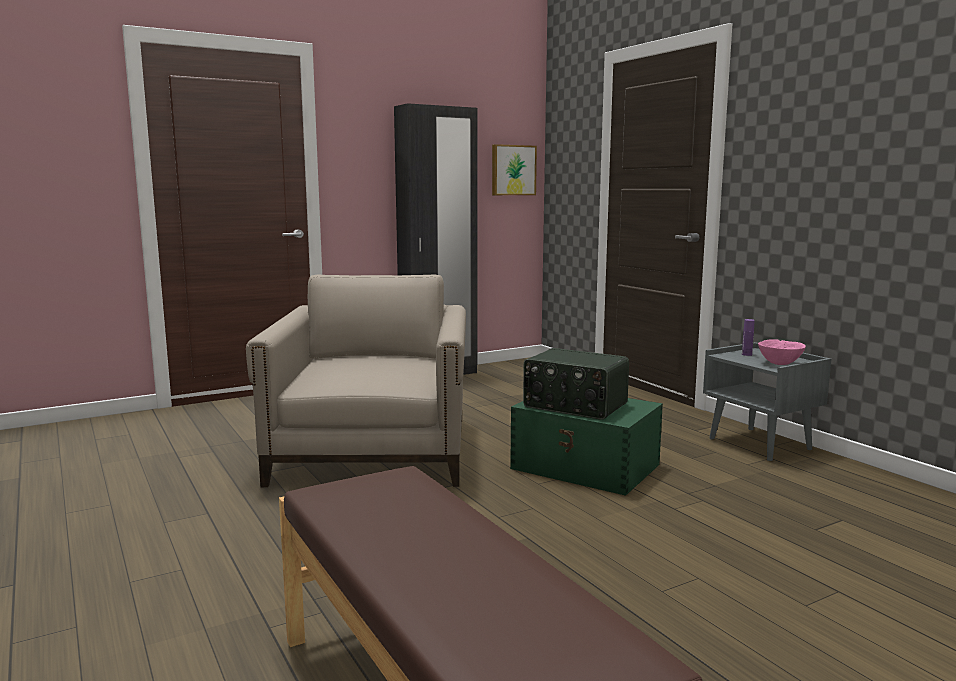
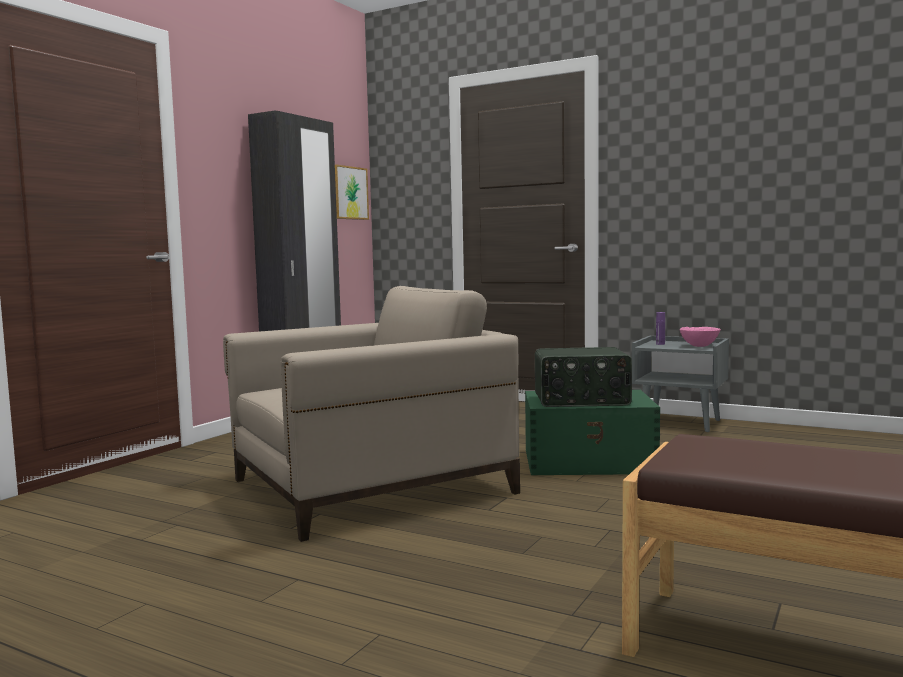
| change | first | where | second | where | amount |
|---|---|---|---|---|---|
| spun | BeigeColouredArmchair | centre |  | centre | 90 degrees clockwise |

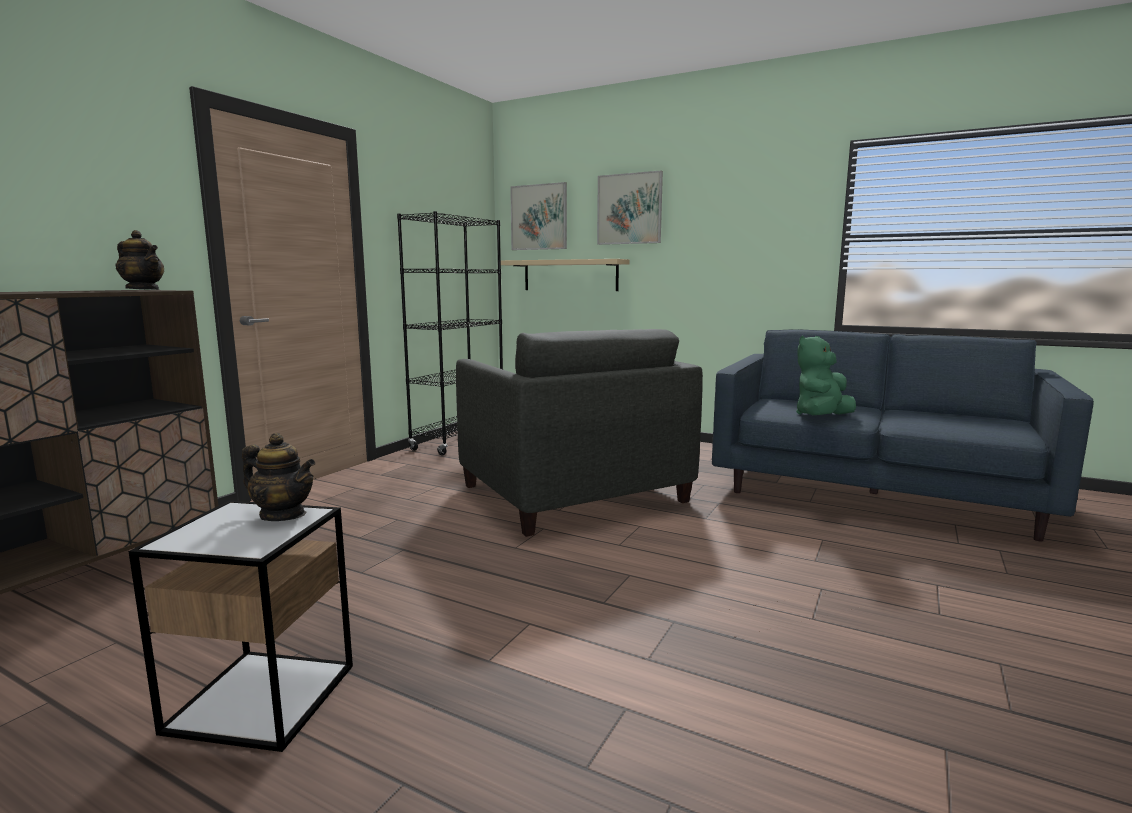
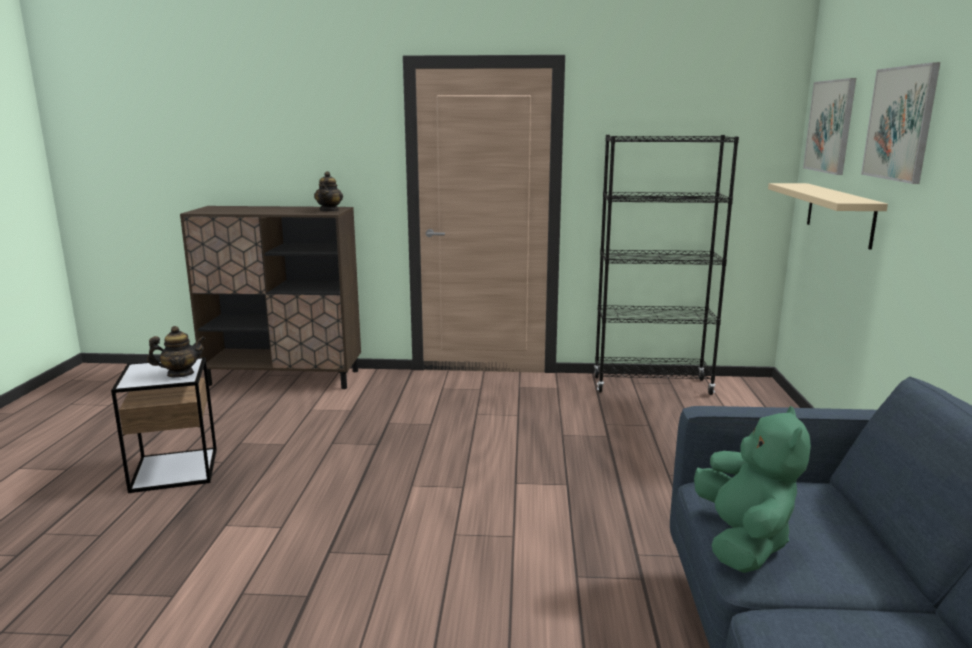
| change | first | where | second | where | amount |
|---|---|---|---|---|---|
| missing | GreyArmchair | centre |  |  |  |
| spun | TeaPot (no. 2 from left in the first image) | middle left | TeaPot (no. 1 from left) | middle left | 105 degrees counterclockwise |
| spun | GreenColouredSoftToy | middle right |  | bottom right | 75 degrees clockwise |

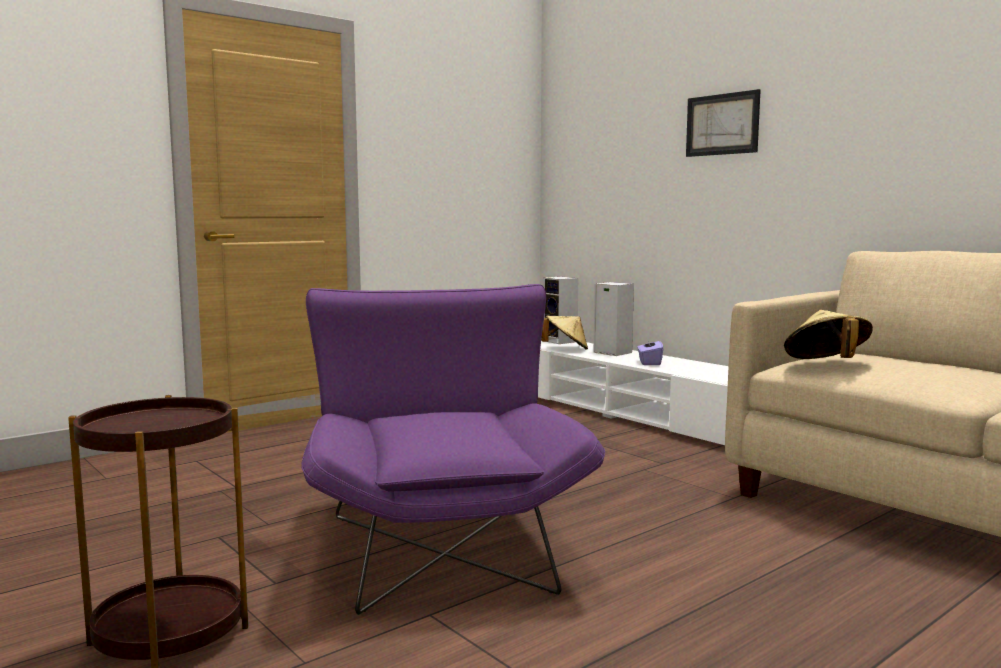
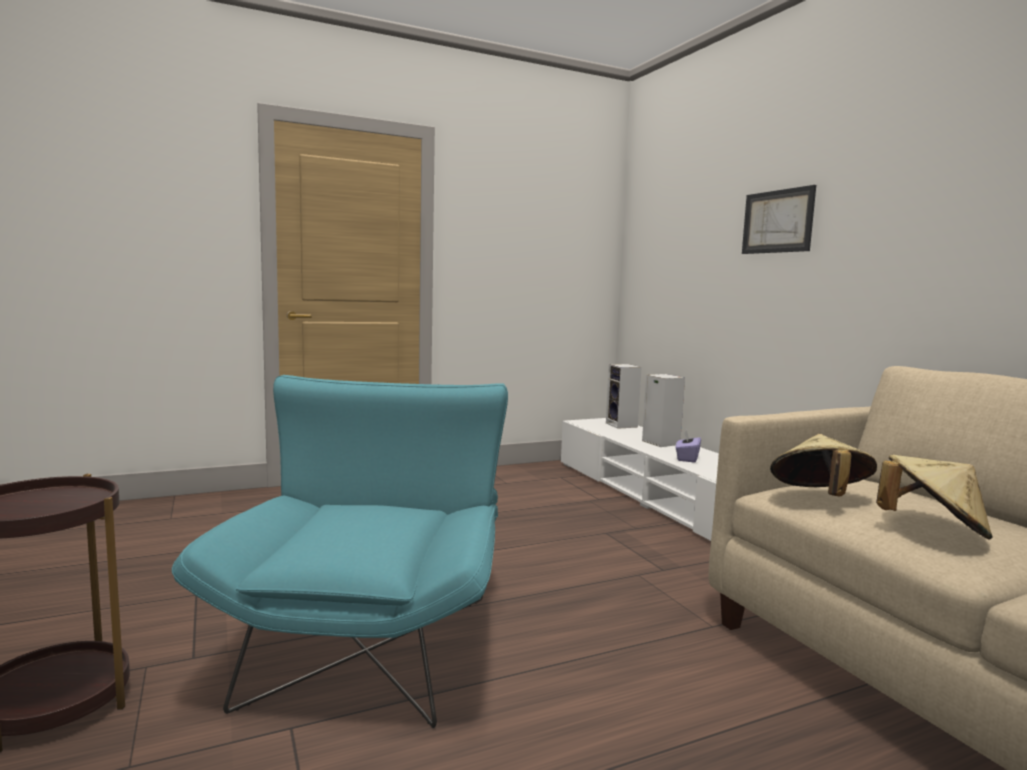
| change | first | where | second | where | amount |
|---|---|---|---|---|---|
| relocated | BeigeColouredWearableHat (no. 1 from left in the first image) | centre | BeigeColouredWearableHat (no. 2 from left) | middle right |  |
| colour | PurpleArmchair | bottom centre | TurquoiseArmchair | bottom left |  |

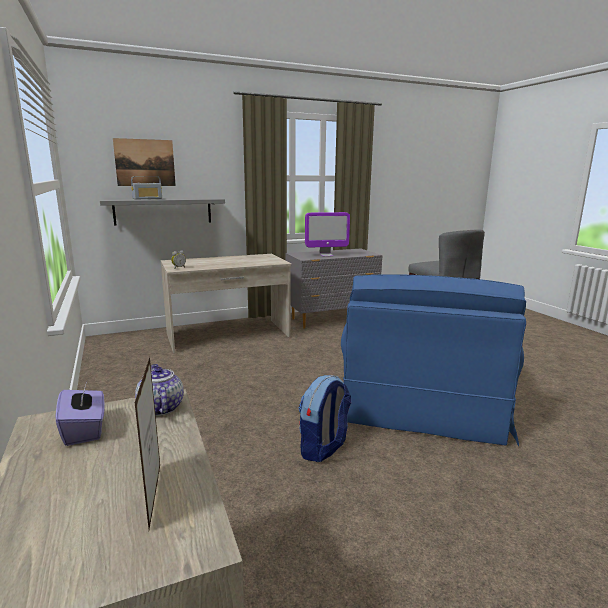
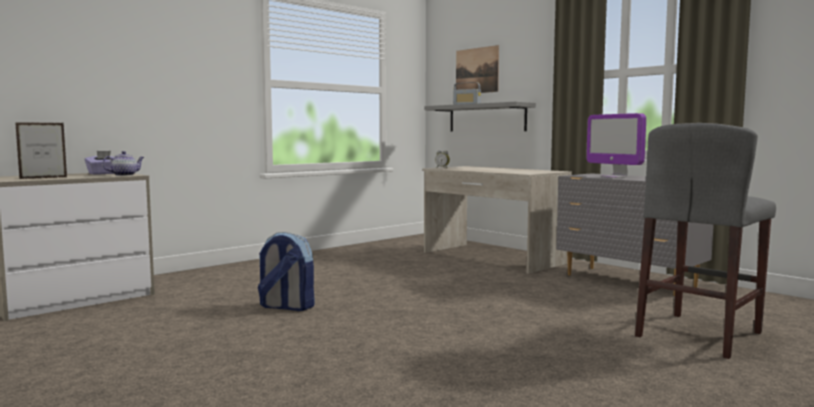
| change | first | where | second | where | amount |
|---|---|---|---|---|---|
| missing | BlueColouredArmchair | middle right |  |  |  |

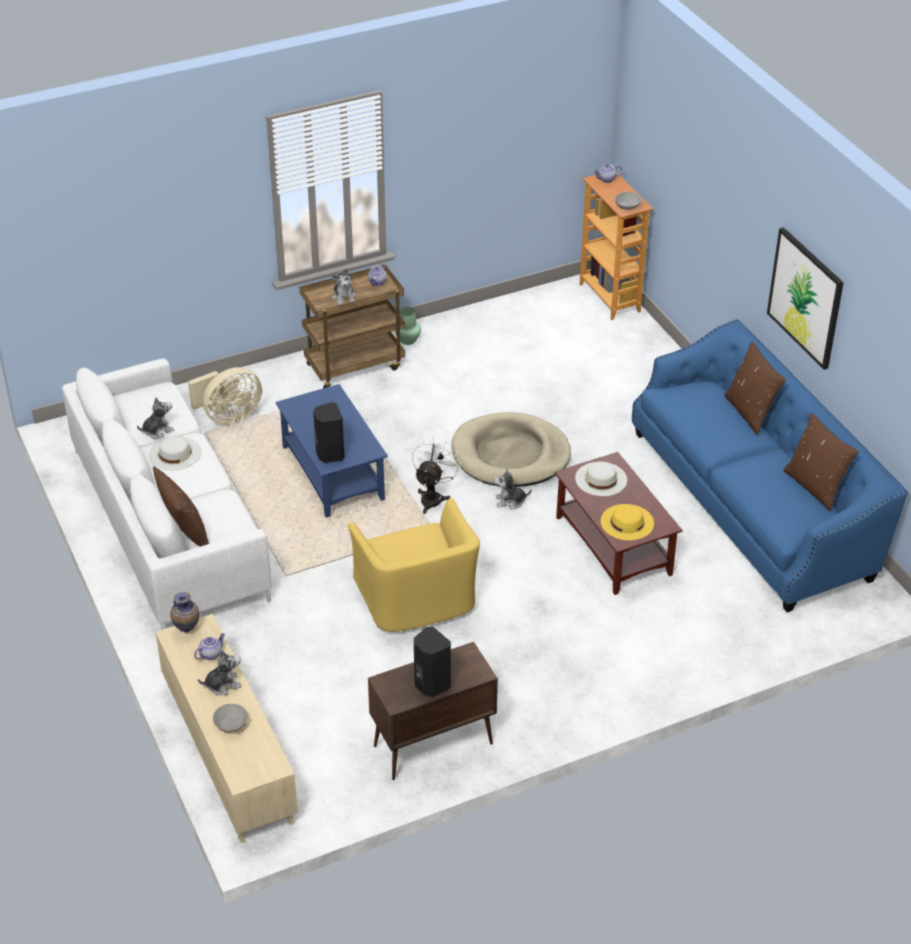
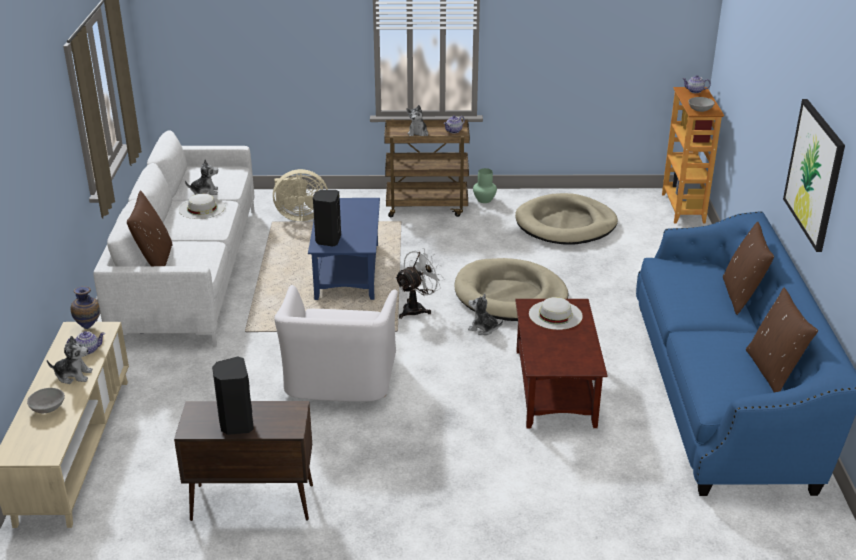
| change | first | where | second | where | amount |
|---|---|---|---|---|---|
| missing | YellowishWearableHat | middle right |  |  |  |
| appeared |  |  | BeigeColouredDogBed (no. 2 from left) | centre |  |
| colour | YellowishArmchair | centre | WhitishArmchair | centre |  |

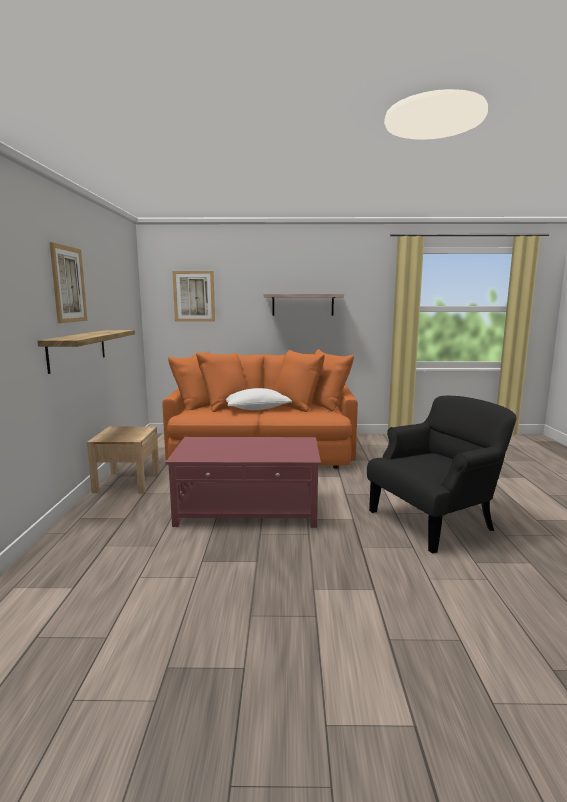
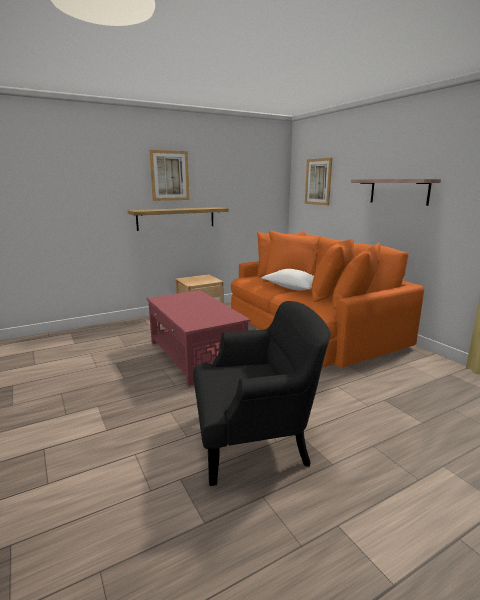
| change | first | where | second | where | amount |
|---|---|---|---|---|---|
| spun | BlackArmchair | middle right |  | centre | 45 degrees counterclockwise |

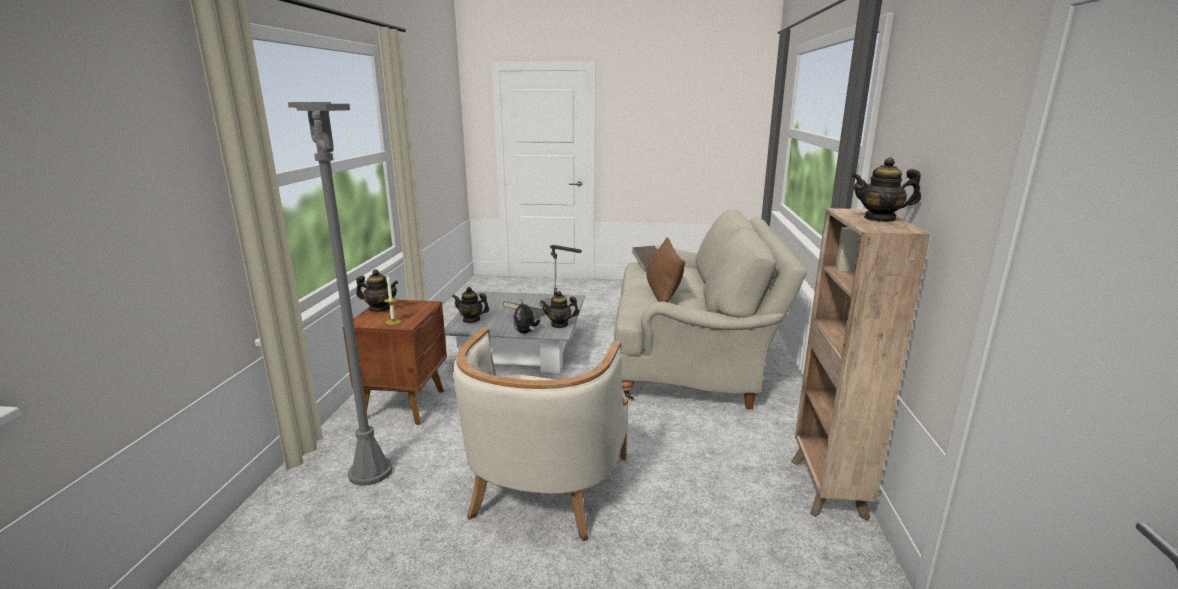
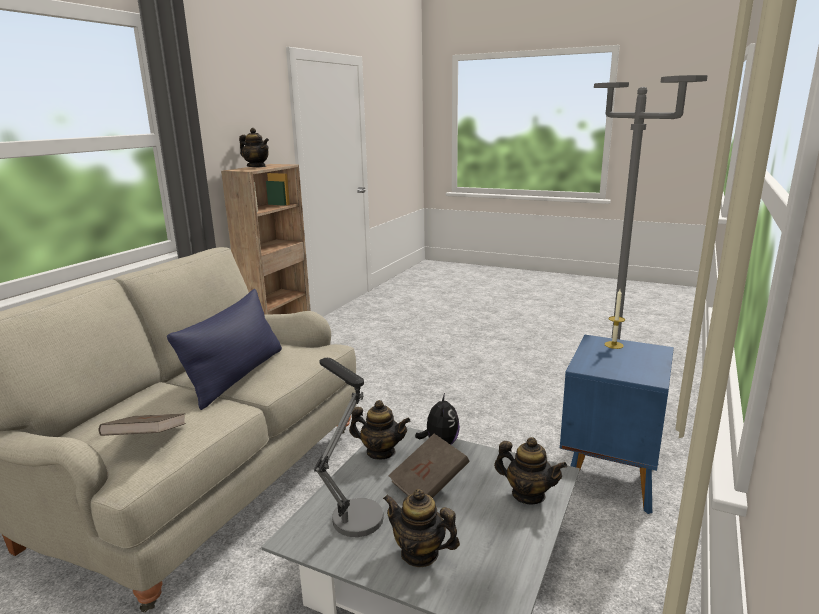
| change | first | where | second | where | amount |
|---|---|---|---|---|---|
| missing | BeigeColouredArmchair | bottom centre |  |  |  |
| relocated | TeaPot (no. 1 from left in the first image) | middle left | TeaPot (no. 3 from left) | bottom centre |  |
| colour | BrownColouredNightTable | centre | BlueColouredNightTable | bottom right |  |
| colour | BrownColouredPillow | centre | BlueColouredPillow | middle left |  |

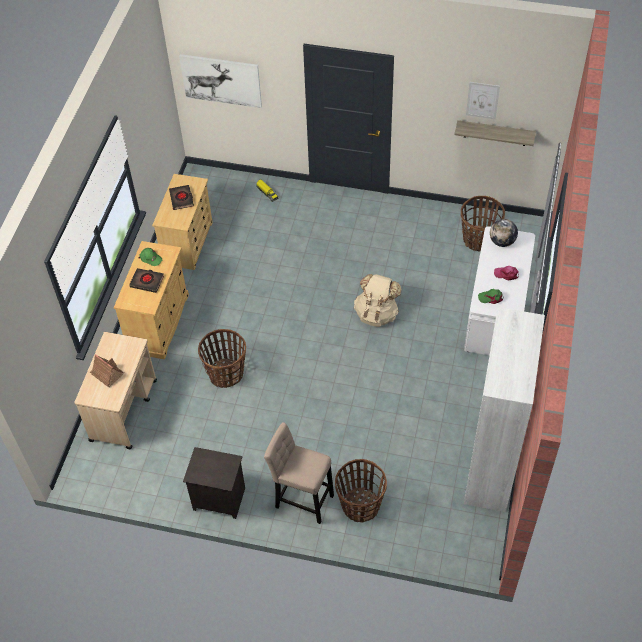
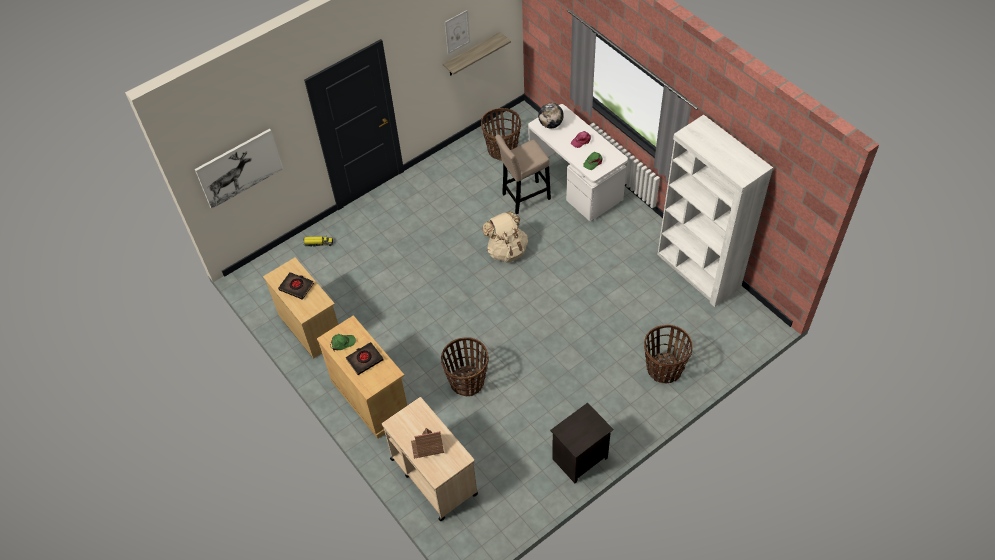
| change | first | where | second | where | amount |
|---|---|---|---|---|---|
| relocated | BeigeColouredStool | bottom centre |  | top centre |  |

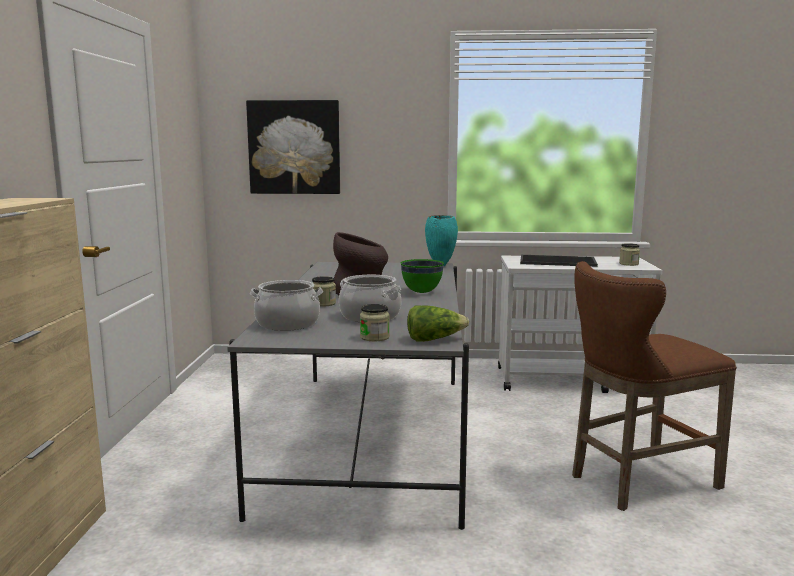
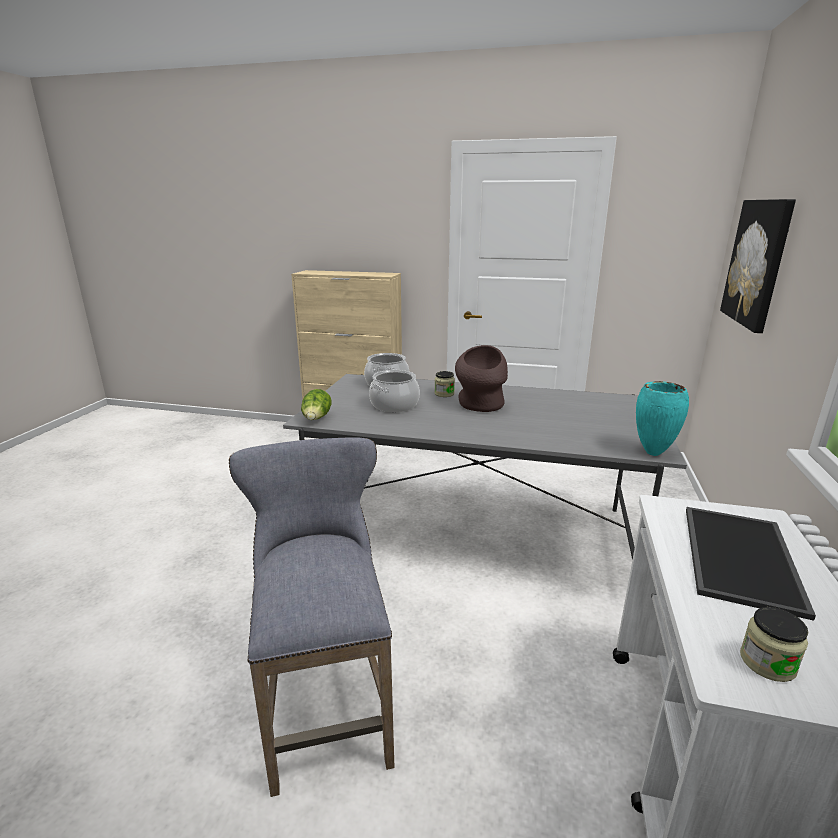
| change | first | where | second | where | amount |
|---|---|---|---|---|---|
| missing | StorageJar (no. 2 from left) | centre |  |  |  |
| missing | GreenColouredServingBowl | centre |  |  |  |
| colour | BrownColouredStool | bottom right | GreyStool | bottom centre |  |

